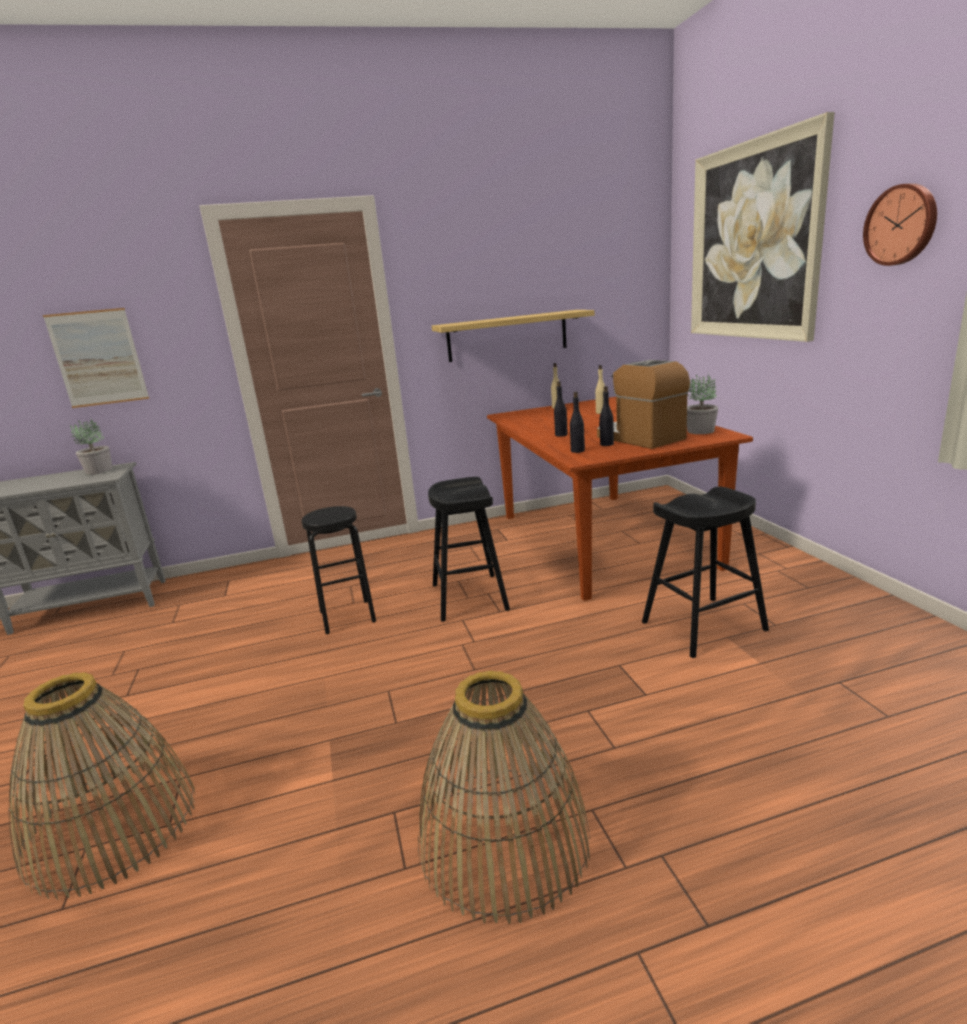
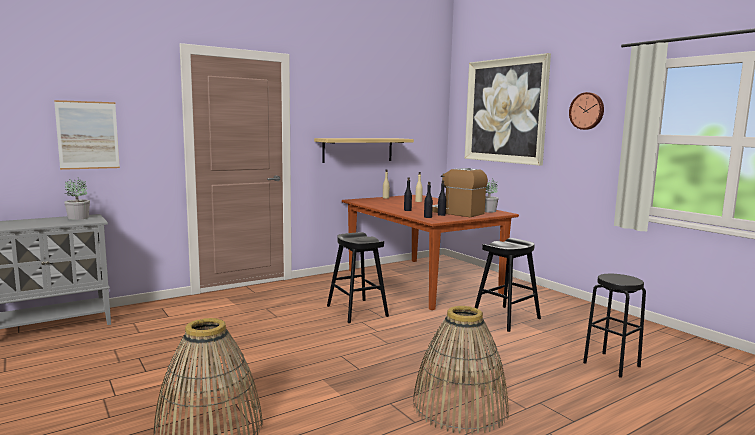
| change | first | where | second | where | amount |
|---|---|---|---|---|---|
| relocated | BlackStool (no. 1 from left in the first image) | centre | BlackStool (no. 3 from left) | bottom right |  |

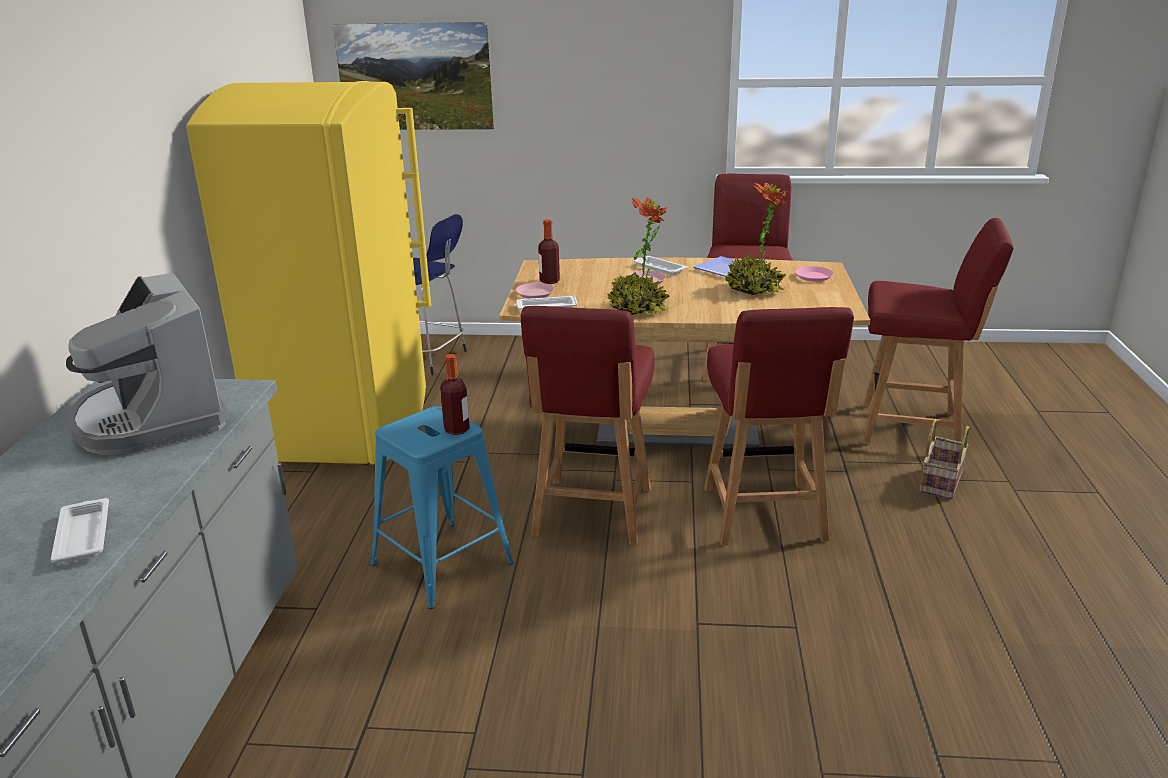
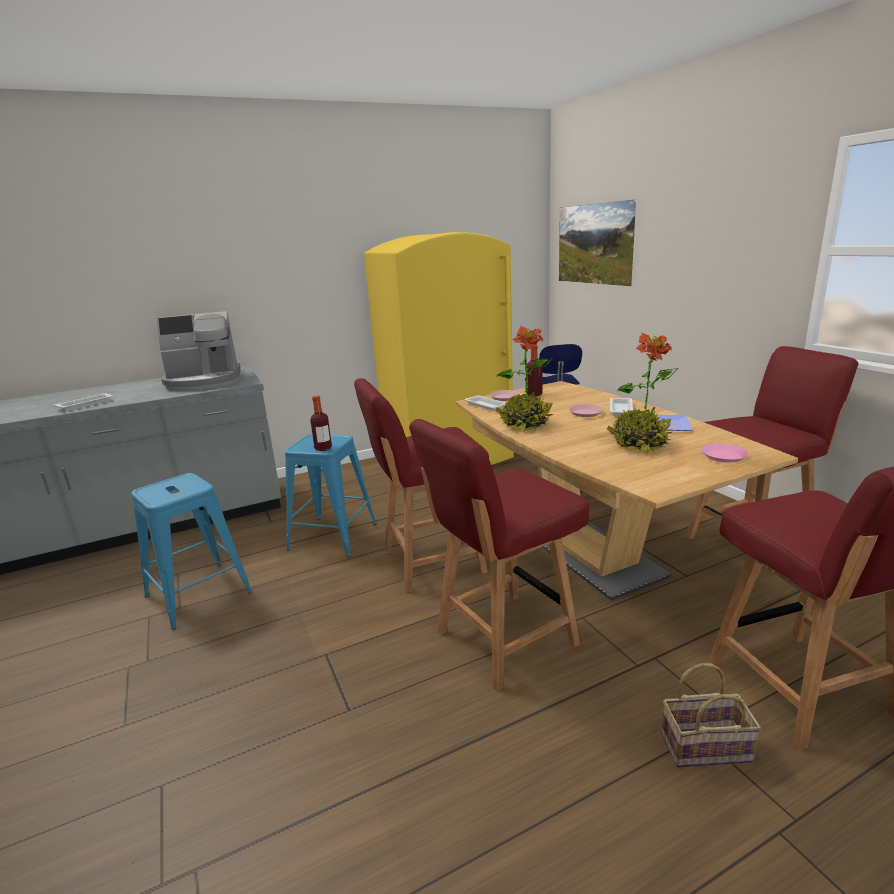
| change | first | where | second | where | amount |
|---|---|---|---|---|---|
| appeared |  |  | BlueColouredStool (no. 1 from left) | middle left |  |
| spun | CoffeeMachine | middle left |  | middle left | 135 degrees counterclockwise |

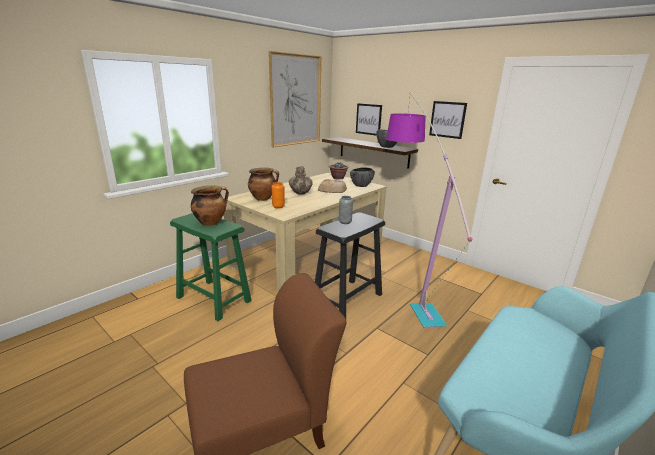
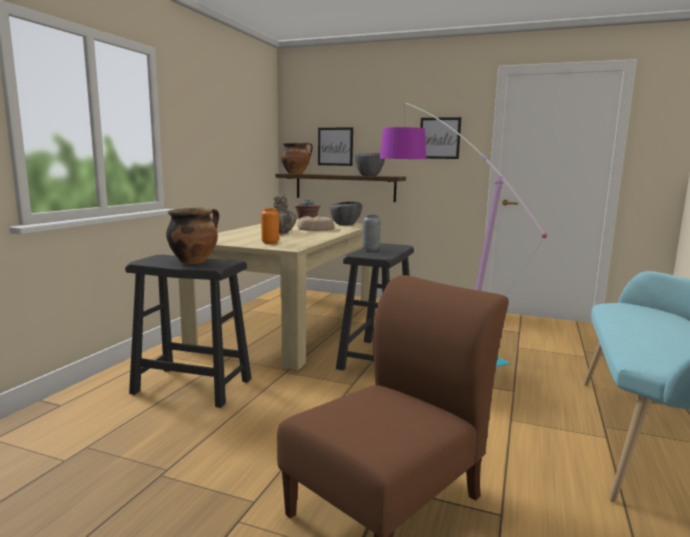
| change | first | where | second | where | amount |
|---|---|---|---|---|---|
| missing | WallPicture (no. 1 from left) | top centre |  |  |  |
| relocated | CookingPot (no. 2 from left) | centre |  | top centre |  |
| colour | GreenColouredStool | middle left | BlackStool (no. 1 from left) | middle left |  |

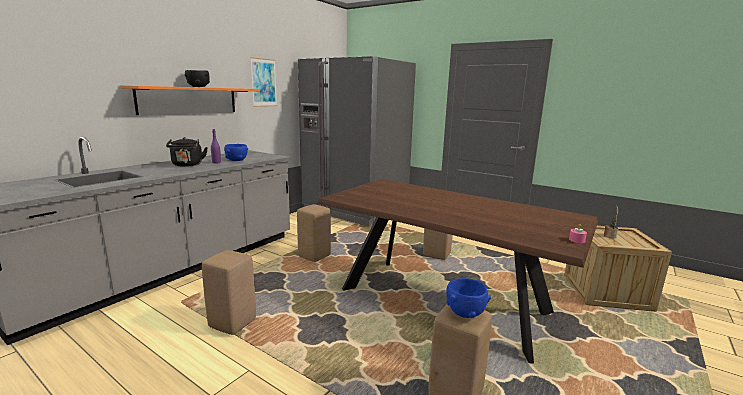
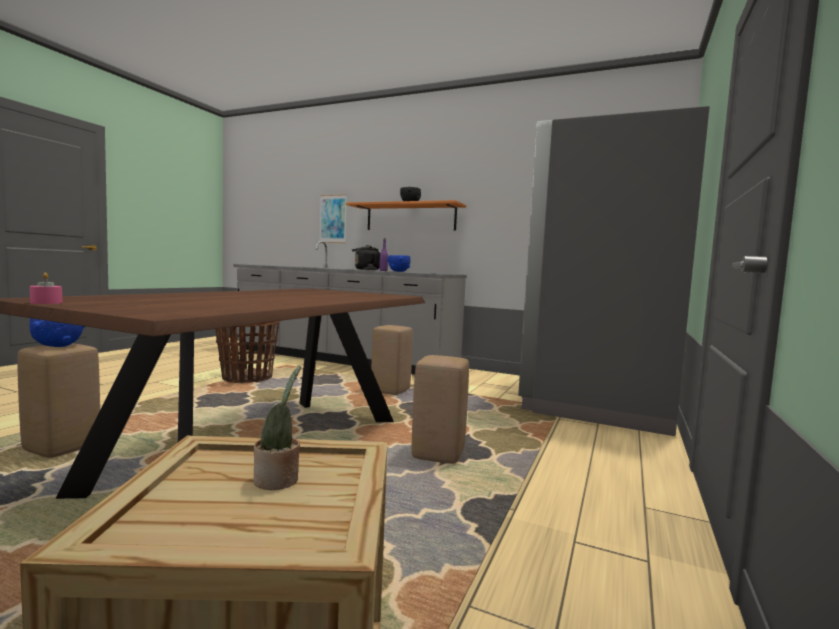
| change | first | where | second | where | amount |
|---|---|---|---|---|---|
| relocated | WallPicture | top centre |  | centre |  |
| exchanged | BeigeColouredStool (no. 1 from left) | bottom left | HouseholdBasket | middle left |  |

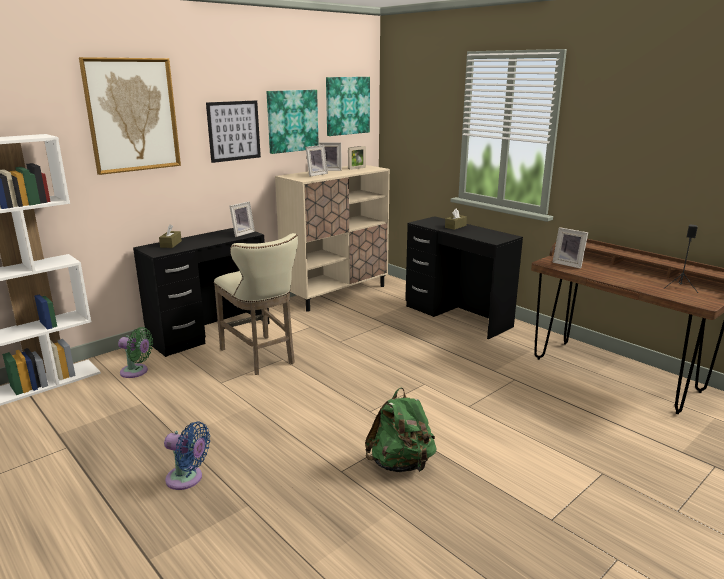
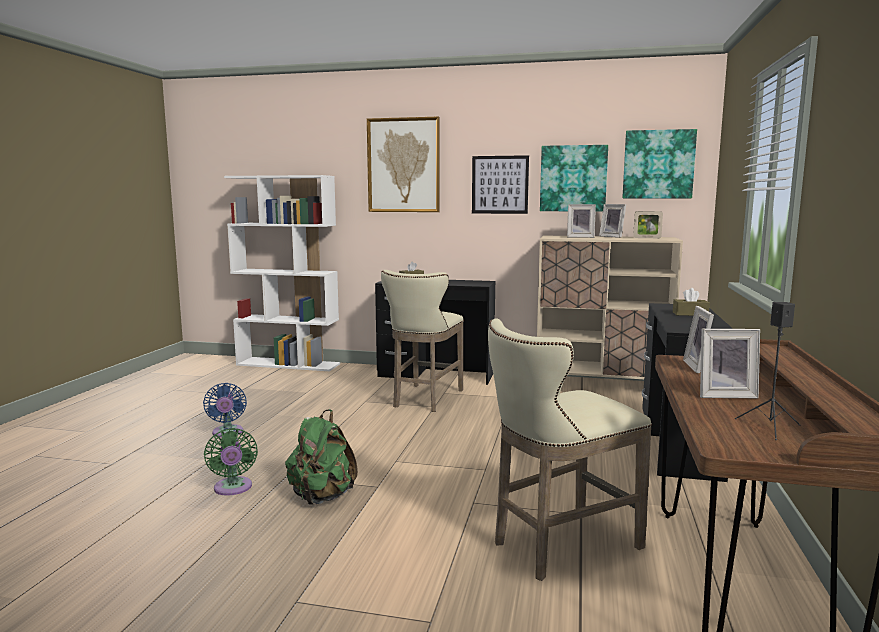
| change | first | where | second | where | amount |
|---|---|---|---|---|---|
| appeared |  |  | BeigeColouredStool (no. 2 from left) | bottom centre |  |
| relocated | GreenColouredElectricFan | middle left |  | bottom left |  |
| relocated | PictureFrame (no. 1 from left in the first image) | centre | PictureFrame (no. 5 from left) | middle right |  |

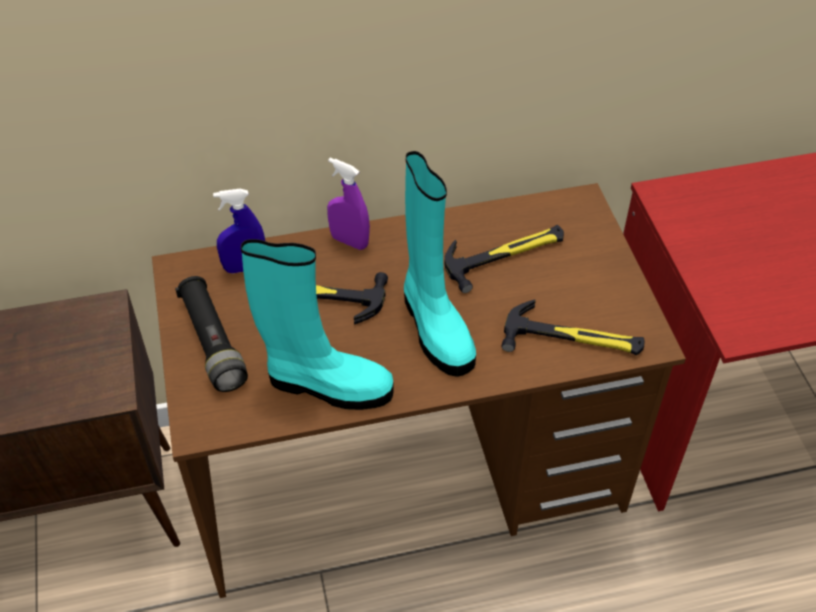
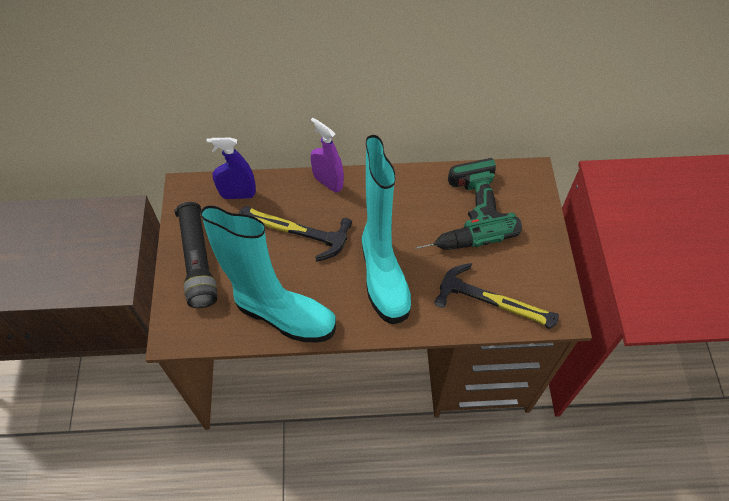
| change | first | where | second | where | amount |
|---|---|---|---|---|---|
| exchanged | HandHammer (no. 2 from left) | centre | ElectricDrill | centre |  |

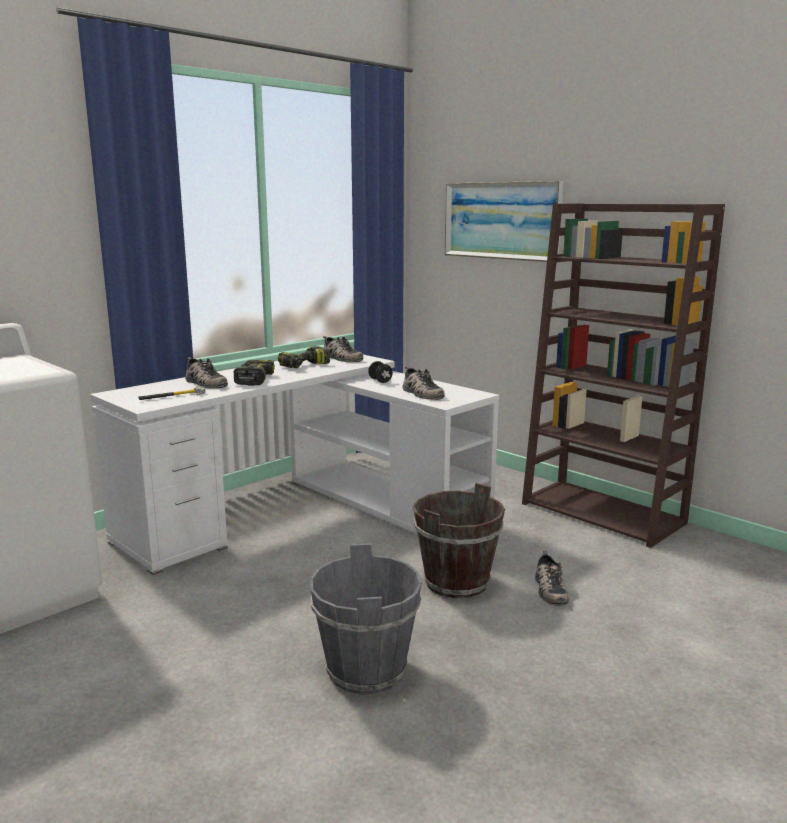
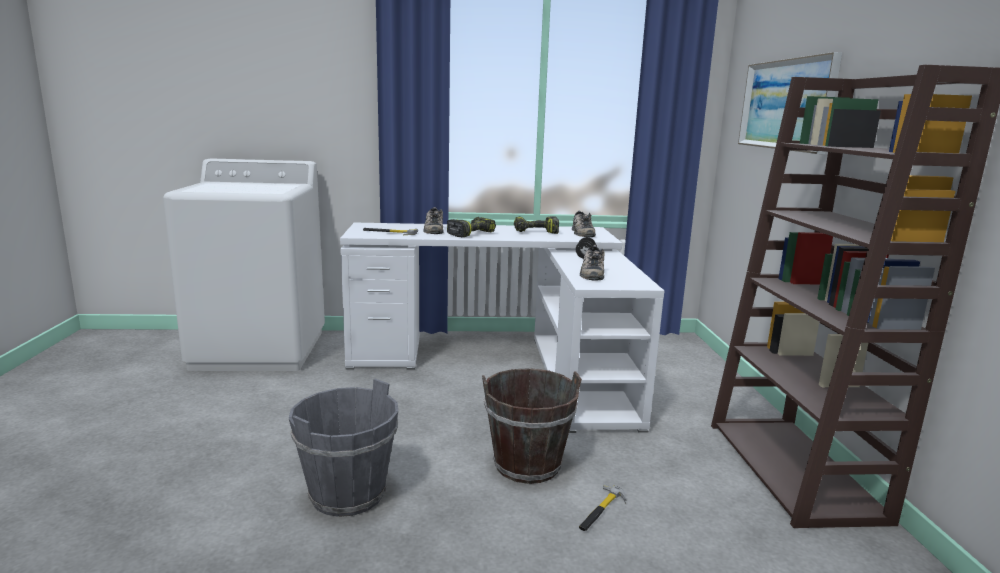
| change | first | where | second | where | amount |
|---|---|---|---|---|---|
| exchanged | ItemOfFootwear (no. 4 from left) | bottom right | HandHammer (no. 2 from left) | bottom centre |  |

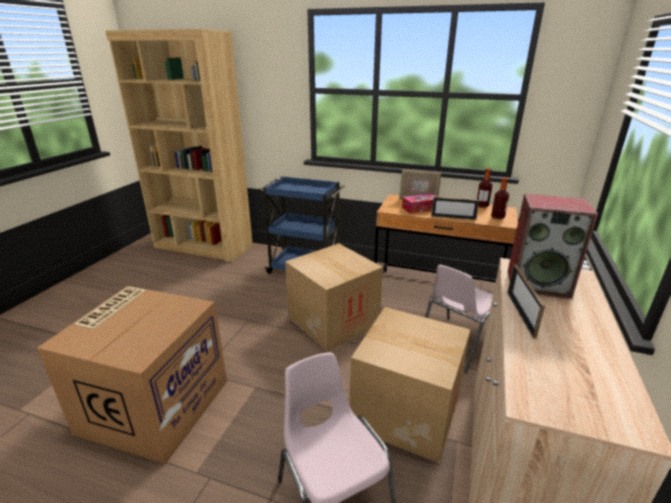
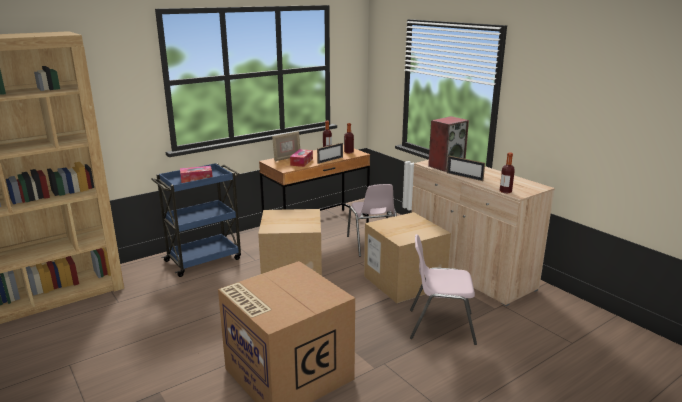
| change | first | where | second | where | amount |
|---|---|---|---|---|---|
| appeared |  |  | BoxOfTissues (no. 1 from left) | middle left |  |
| appeared |  |  | BeverageBottle (no. 3 from left) | middle right |  |

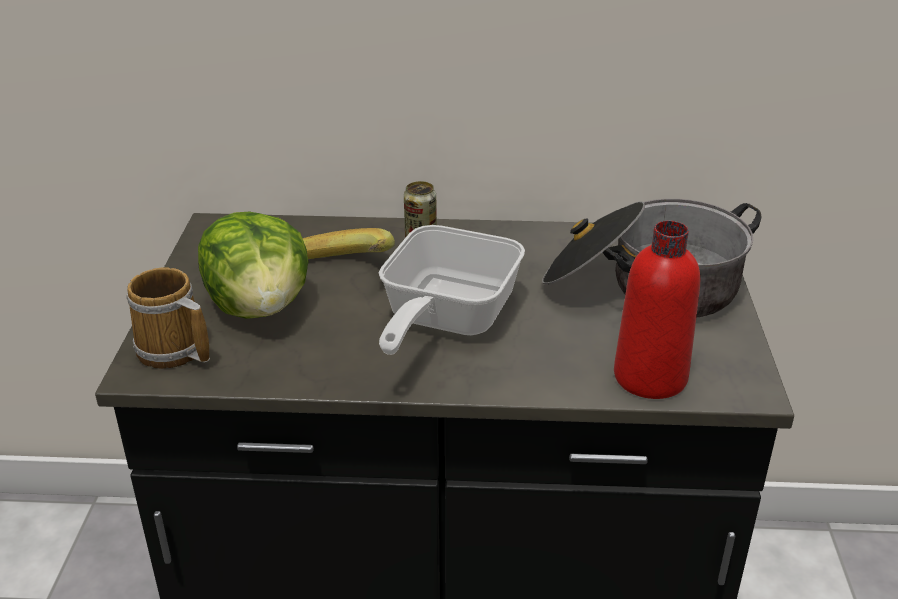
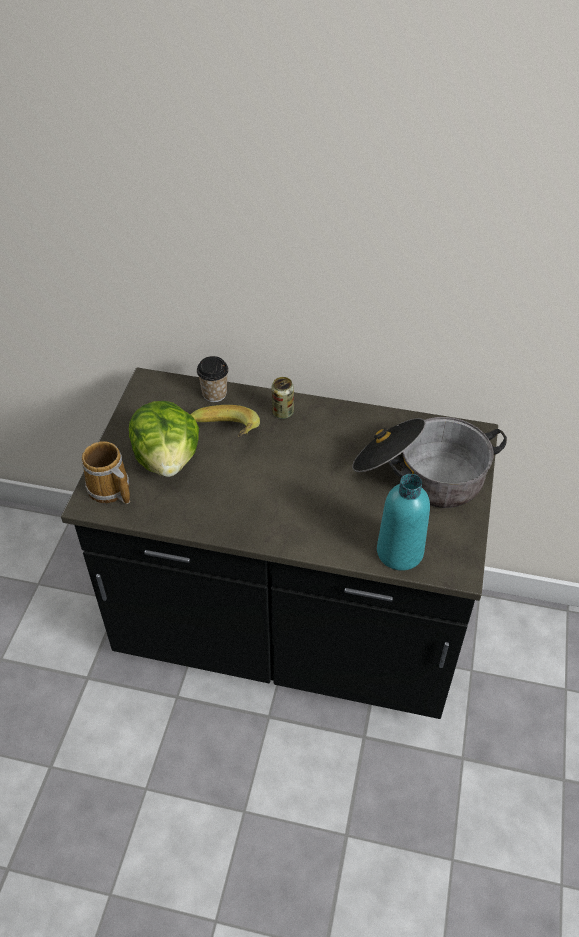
| change | first | where | second | where | amount |
|---|---|---|---|---|---|
| missing | Pan | centre |  |  |  |
| appeared |  |  | DrinkingCup | centre |  |
| colour | RedBeverageBottle | middle right | TurquoiseBeverageBottle | middle right |  |

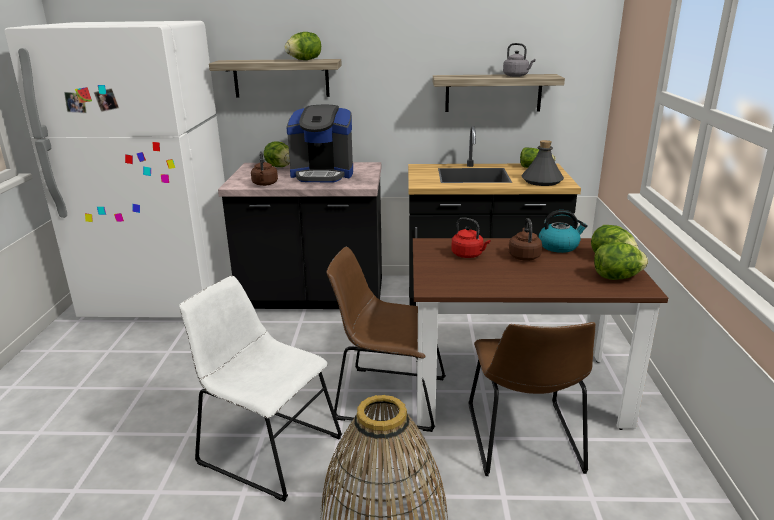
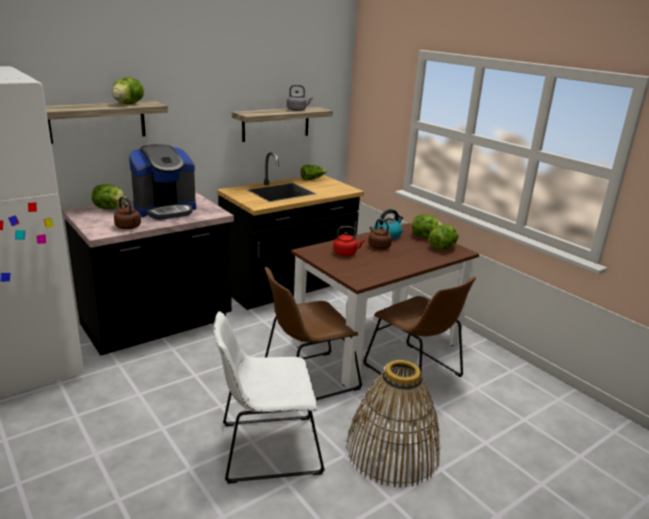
| change | first | where | second | where | amount |
|---|---|---|---|---|---|
| missing | GreyBeverageBottle | top right |  |  |  |

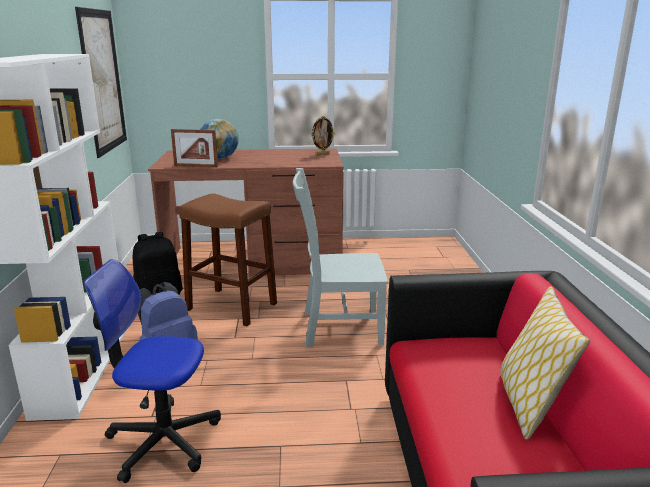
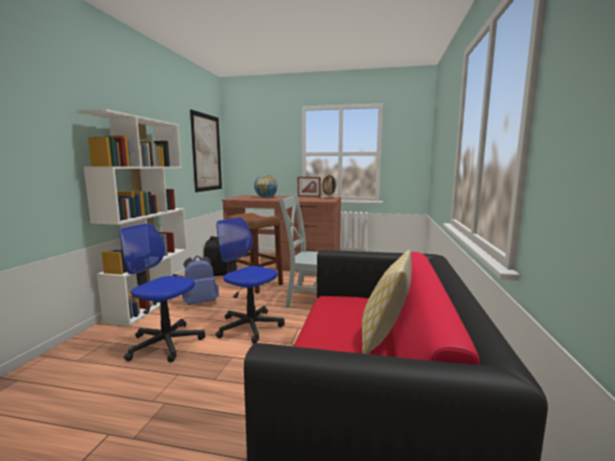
| change | first | where | second | where | amount |
|---|---|---|---|---|---|
| appeared |  |  | ComputerChair (no. 2 from left) | centre |  |
| relocated | PictureFrame (no. 1 from left) | top left |  | centre |  |

